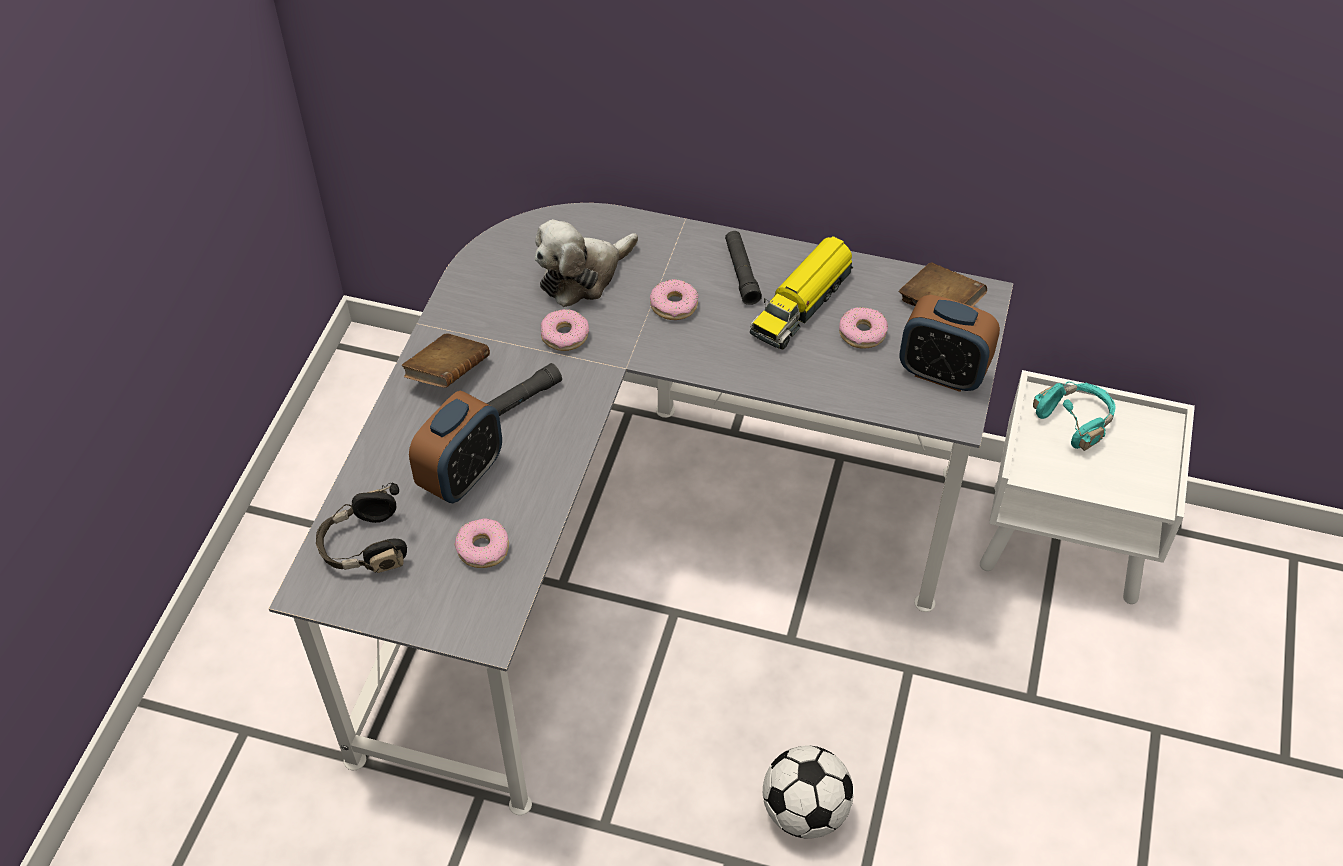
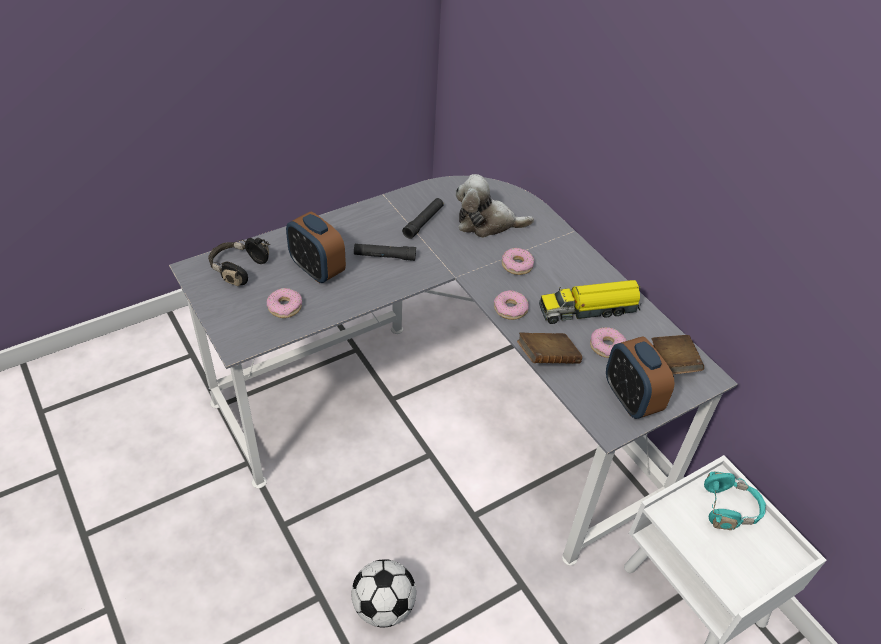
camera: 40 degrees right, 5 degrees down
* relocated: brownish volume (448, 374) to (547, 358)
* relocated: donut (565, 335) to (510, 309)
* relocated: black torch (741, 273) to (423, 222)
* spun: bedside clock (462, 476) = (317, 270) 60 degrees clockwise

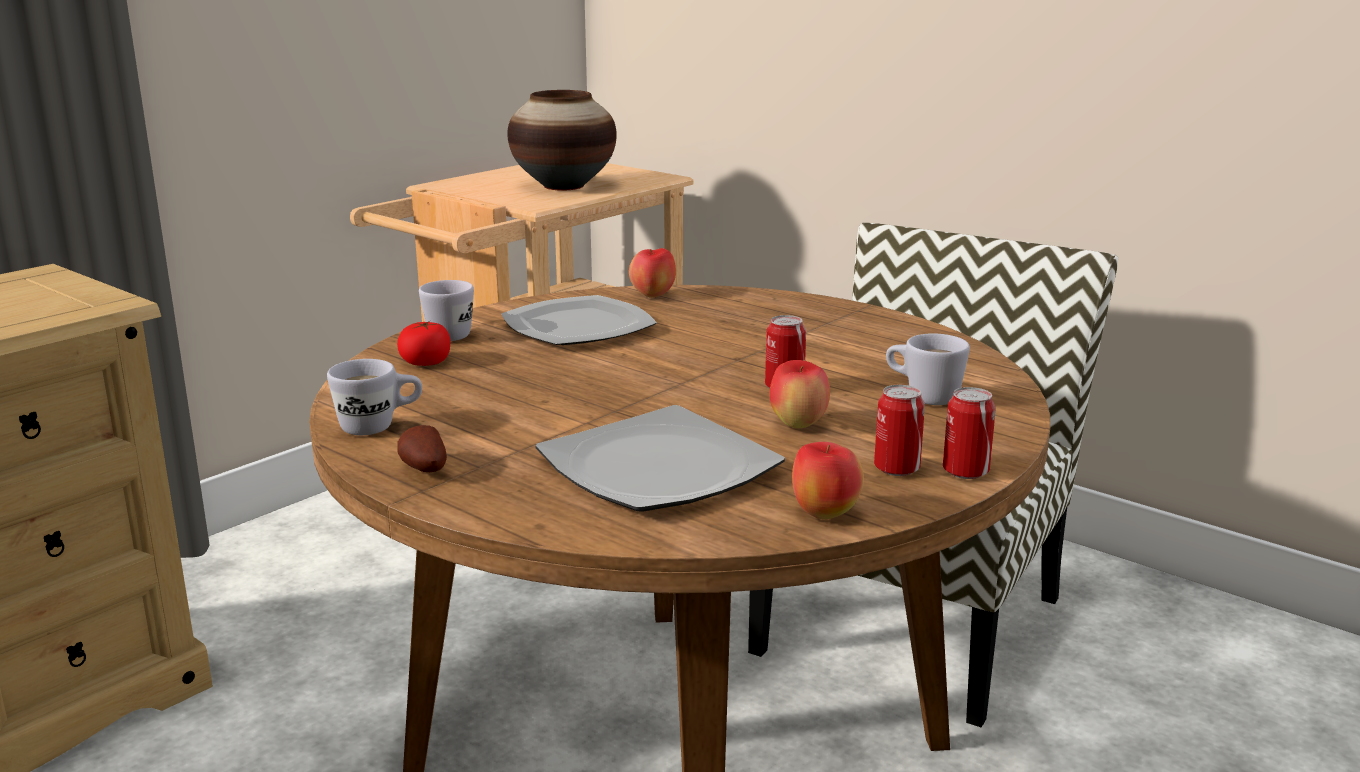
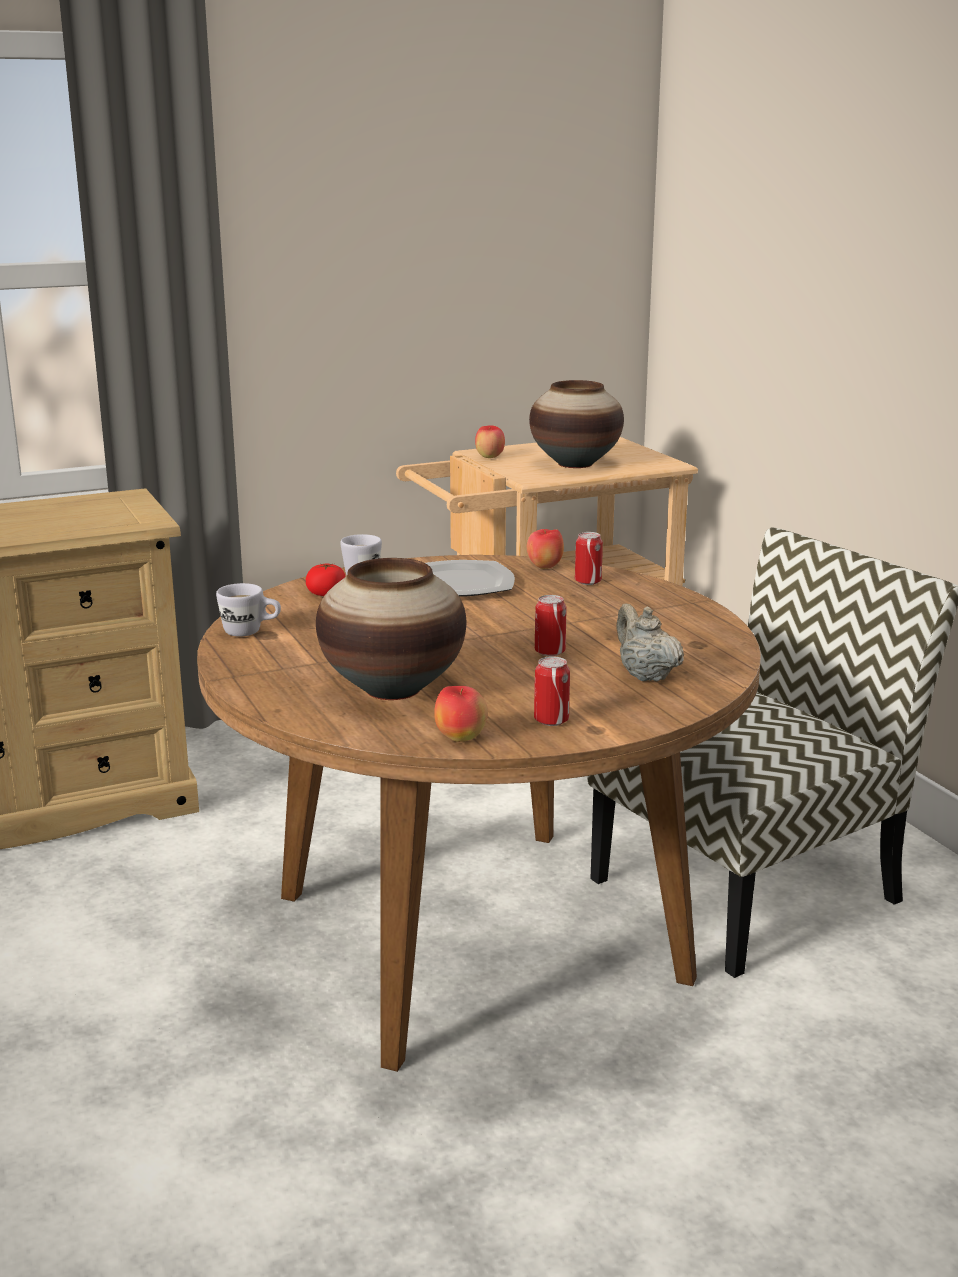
camera: 25 degrees right, 0 degrees up
* missing: potato (422, 469)
* relocated: apple (798, 425) to (489, 457)
* relocated: metal can (965, 472) to (588, 581)
* exchanged: plate (659, 467) to decorative vase (393, 689)
* exchanged: white mug (922, 396) to sand-coloured teapot (645, 675)

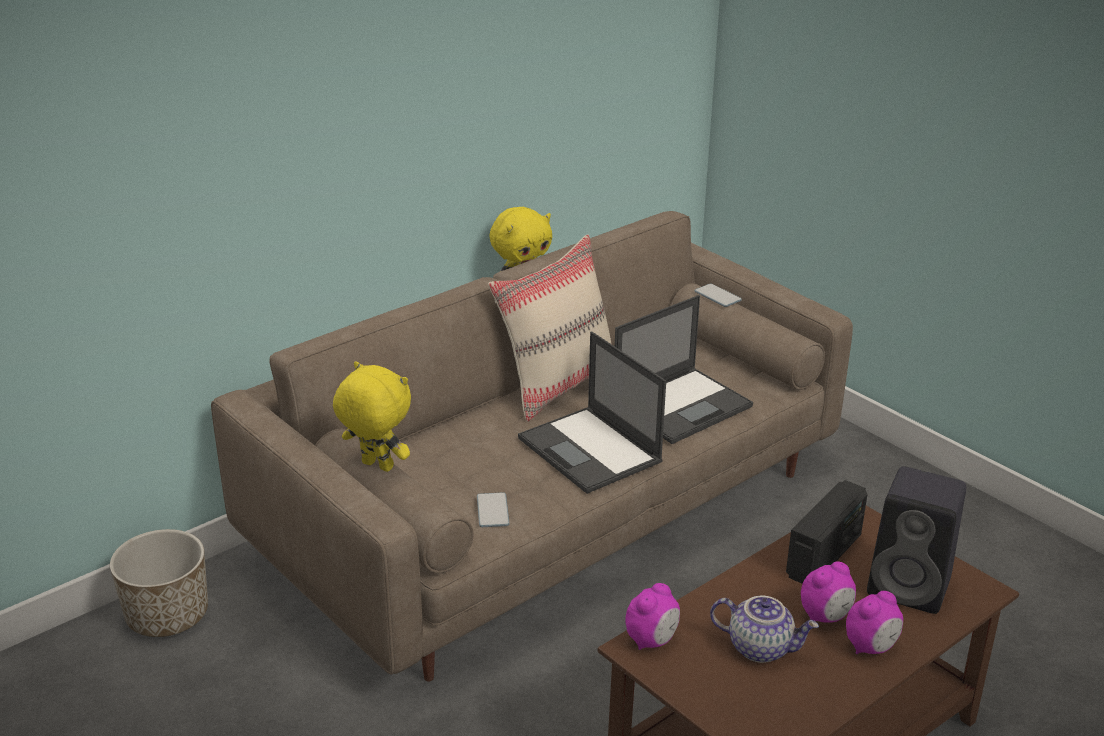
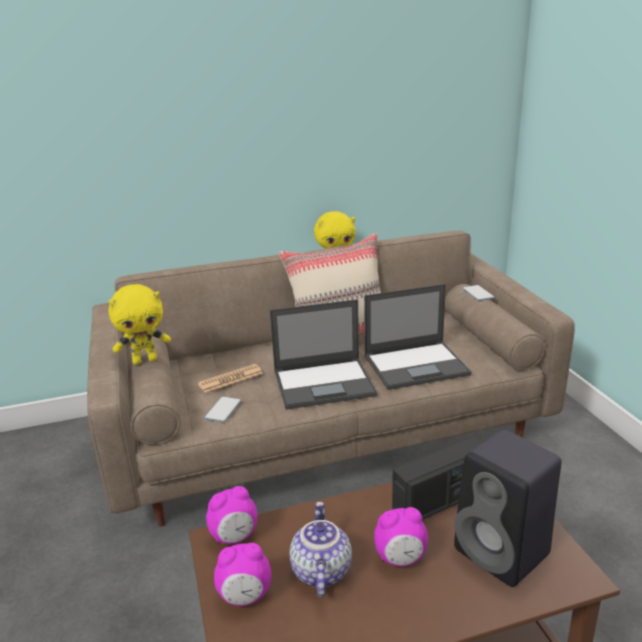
camera: 25 degrees right, 5 degrees down
* missing: flower pot (168, 616)
* appeared: newspaper (230, 379)
* relocated: bedside clock (871, 647) to (245, 596)
* spun: yellow-coloured plush toy (376, 466) = (145, 360) 105 degrees clockwise
* spun: laptop (591, 450) = (325, 383) 90 degrees counterclockwise
* spun: teapot (761, 647) = (319, 571) 135 degrees counterclockwise

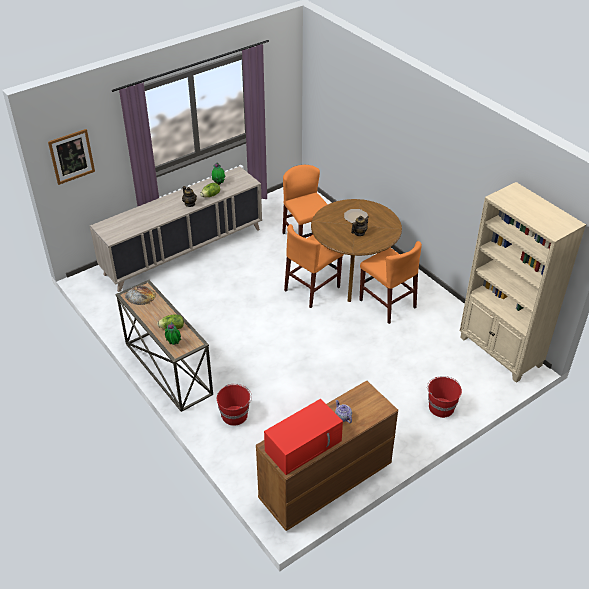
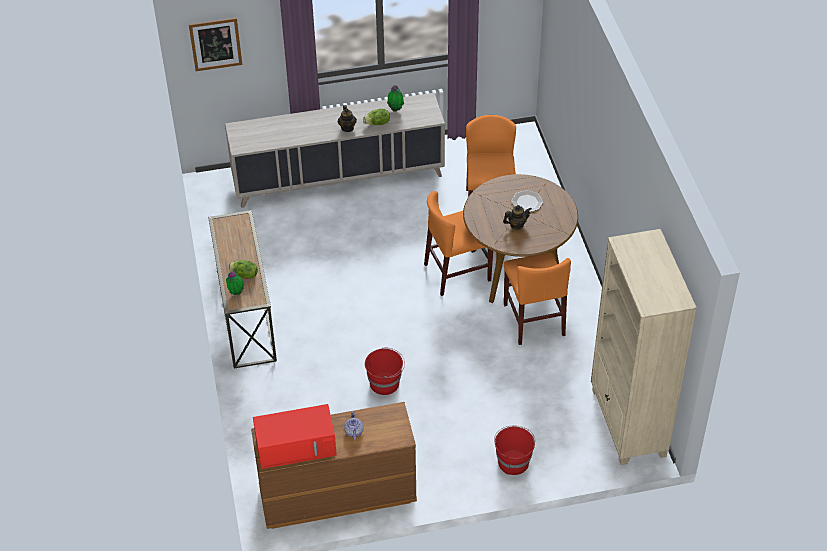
camera: 25 degrees right, 5 degrees up
* missing: baked bread (140, 296)
* relocated: reddish water bucket (235, 415) to (385, 383)

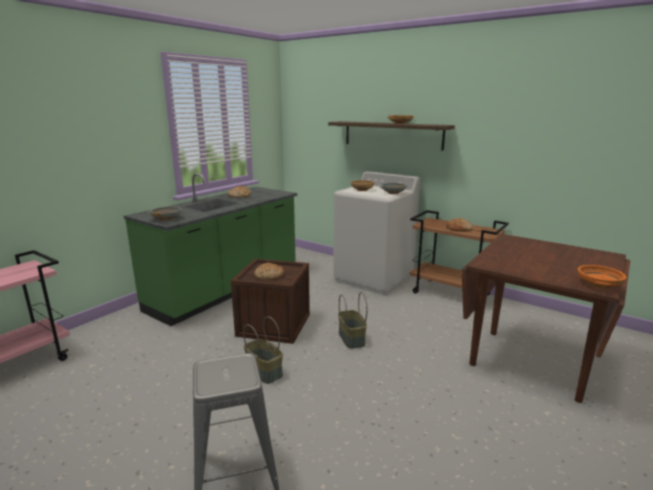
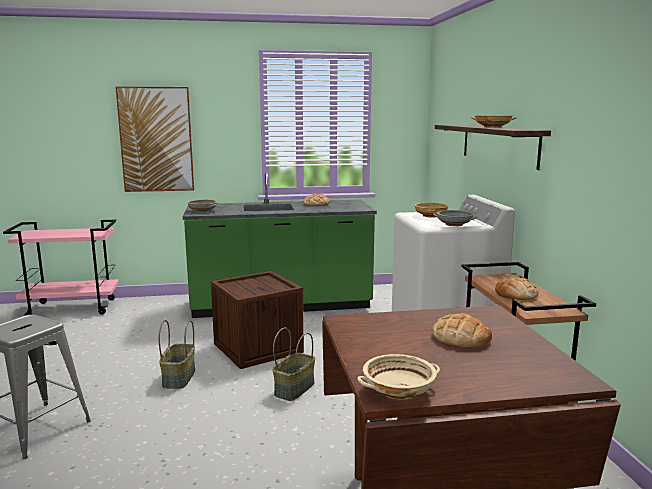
camera: 45 degrees right, 5 degrees down
* appeared: wall picture (156, 139)
* relocated: baked bread (269, 275) to (461, 337)
* colour: orangey bowl (598, 284) to sand-coloured bowl (399, 391)

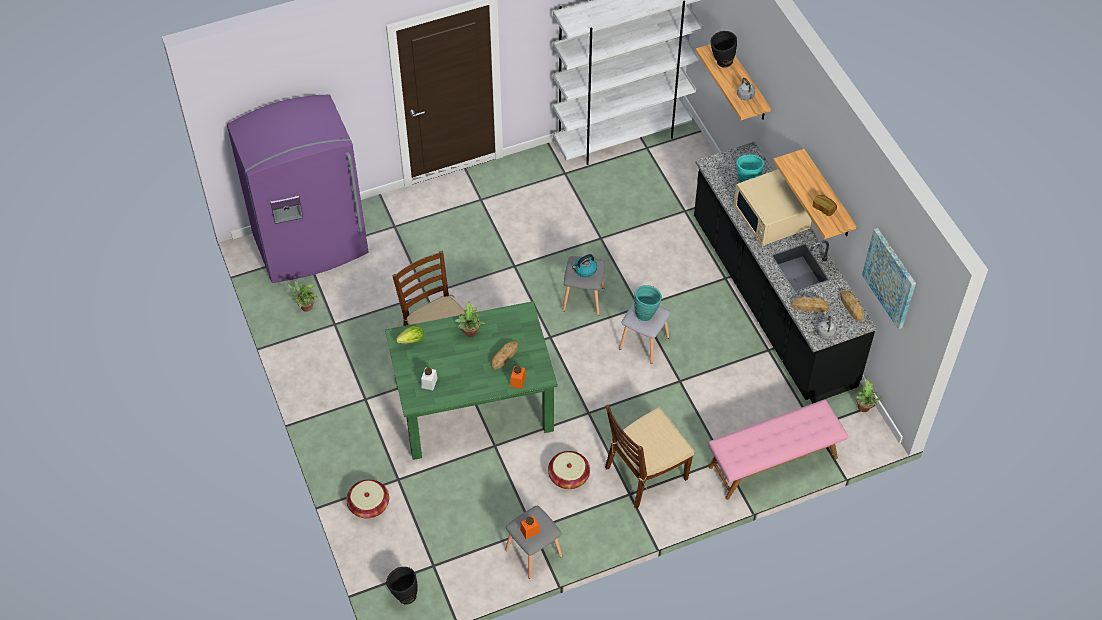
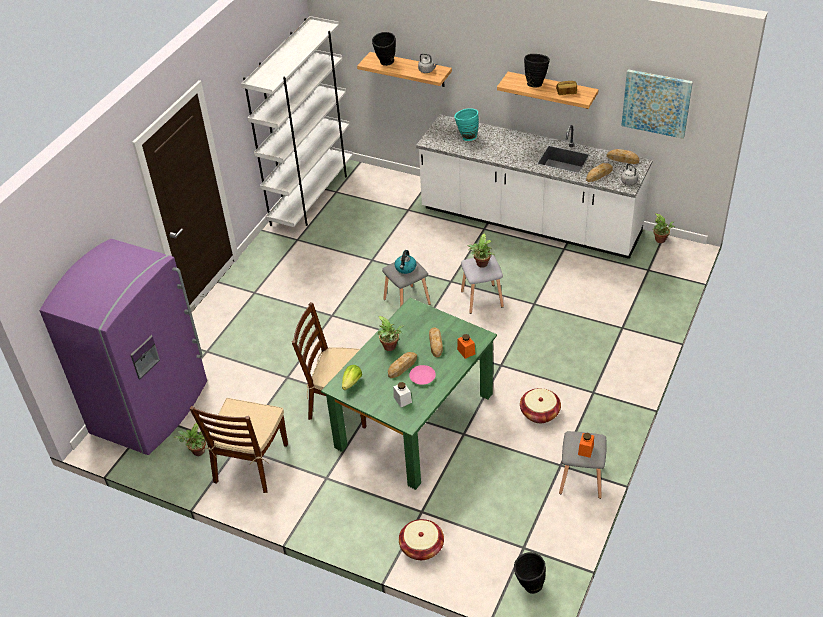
camera: 40 degrees left, 10 degrees down
* missing: pink-coloured indoor bench (773, 463)
* missing: sand-coloured microwave oven (771, 218)
* appeared: baked bread (402, 366)
* appeared: pink-coloured plate (422, 377)
* appeared: black decorative vase (535, 83)
* relocated: brownish upright chair (645, 473) to (251, 464)
* exchanged: turquoise decorative vase (646, 314) to potted plant (481, 265)
* colour: black counter (771, 302) to white counter (529, 223)

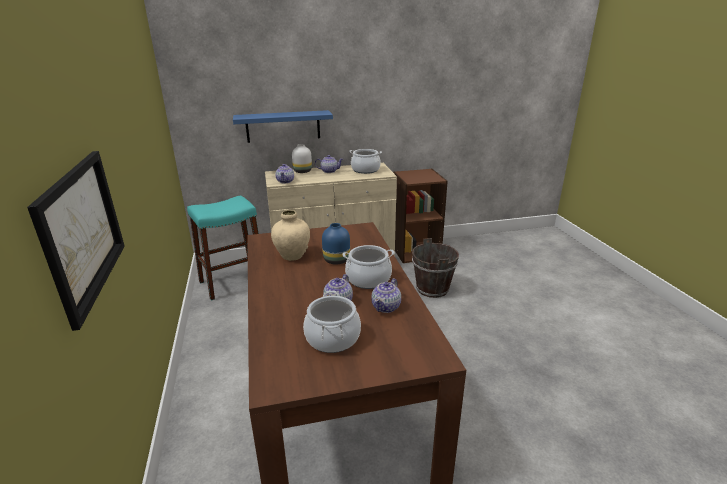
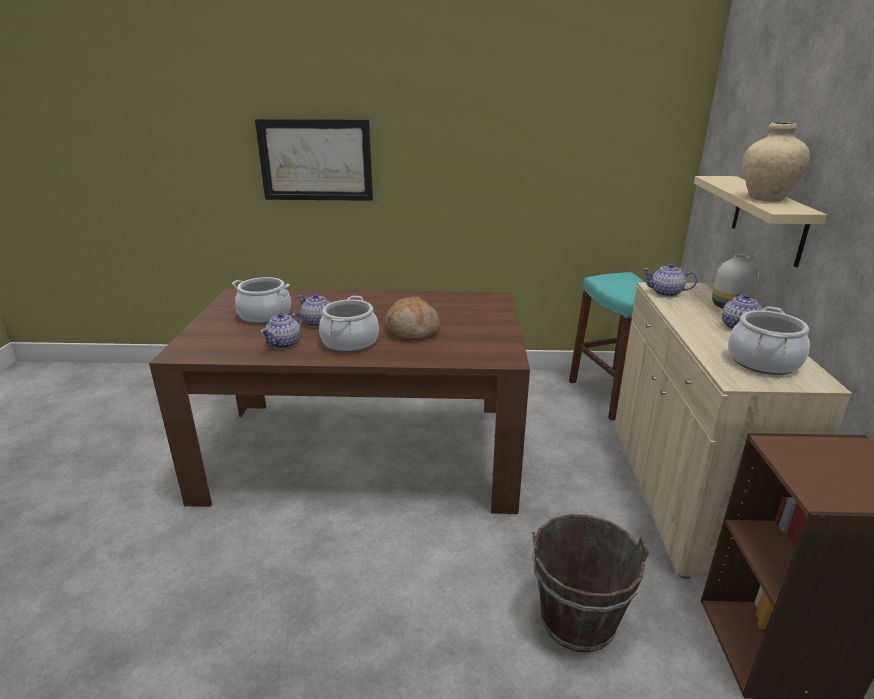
camera: 105 degrees right, 0 degrees up
* relocated: sand-coloured decorative vase (292, 256) to (766, 198)
* exchanged: blue-coloured decorative vase (336, 260) to baked bread (412, 330)
* colour: blue-coloured bracket shelf (283, 126) to sand-coloured bracket shelf (768, 219)
* spun: teapot (386, 307) = (285, 343) 105 degrees counterclockwise

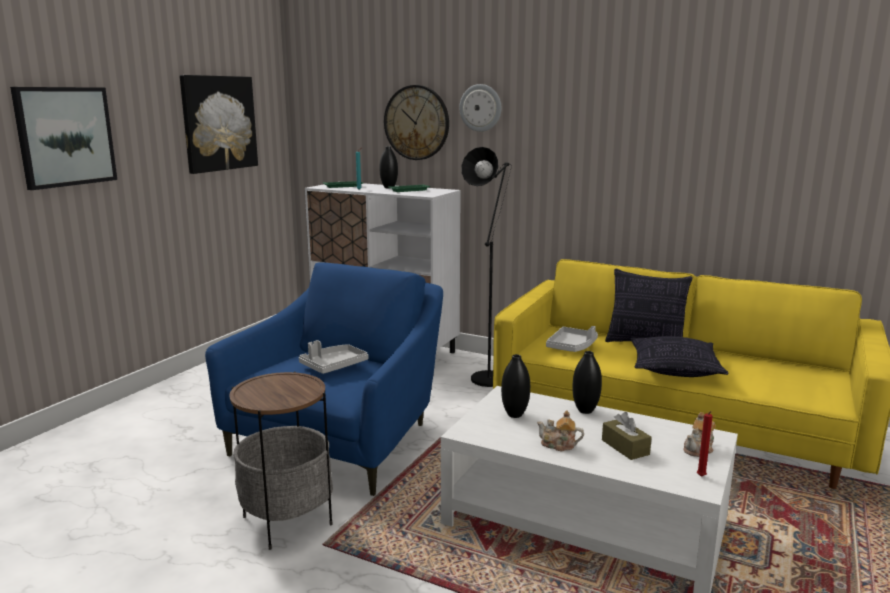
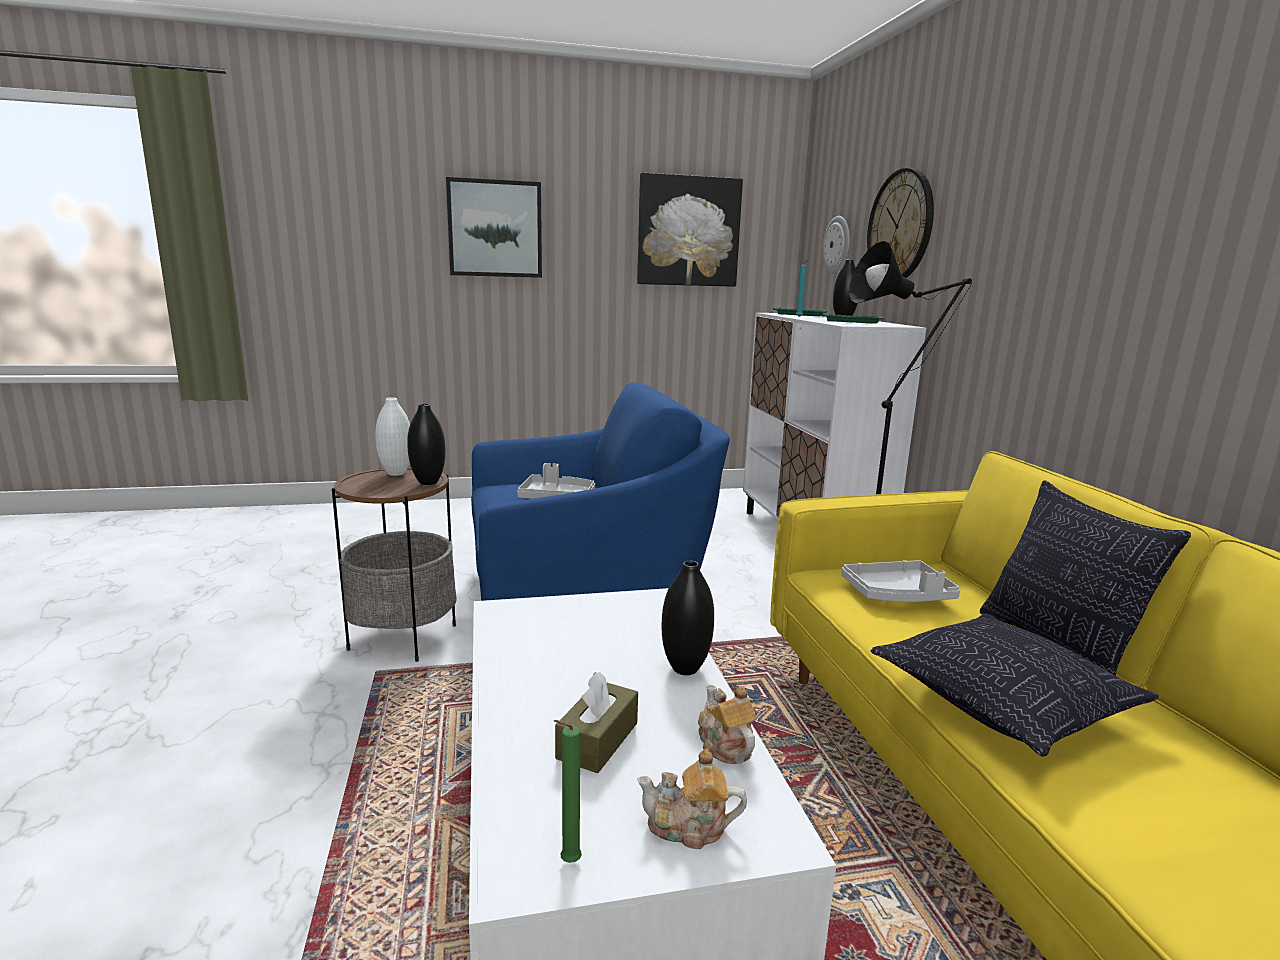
camera: 50 degrees right, 0 degrees up
* appeared: white decorative vase (396, 473)
* relocated: wall clock (480, 108) to (837, 245)
* relocated: black decorative vase (515, 415) to (428, 482)
* relocated: teapot (558, 445) to (724, 745)
* colour: reddish wax candle (701, 477) to greenish wax candle (567, 863)

